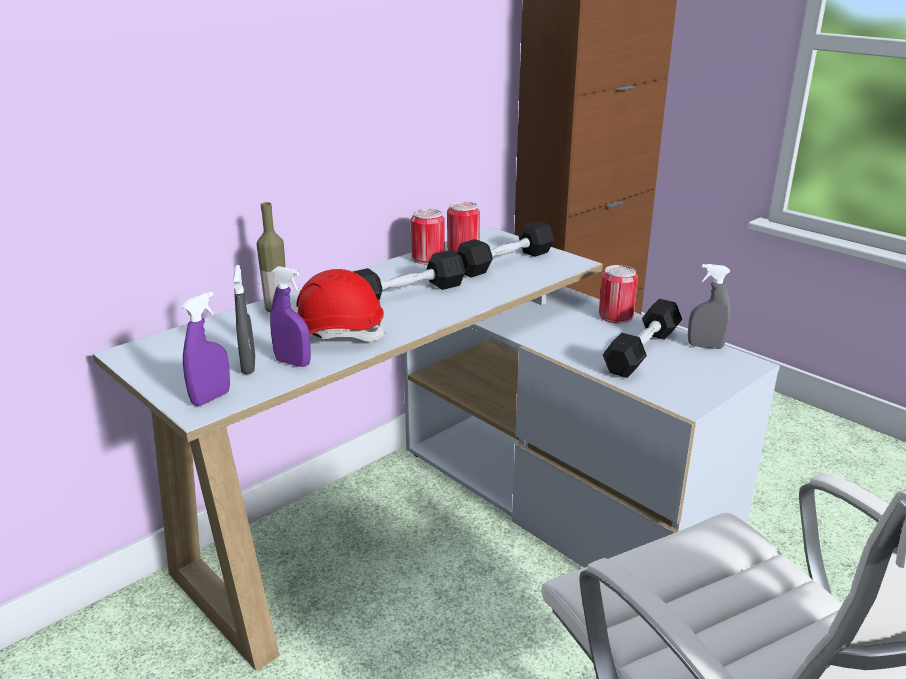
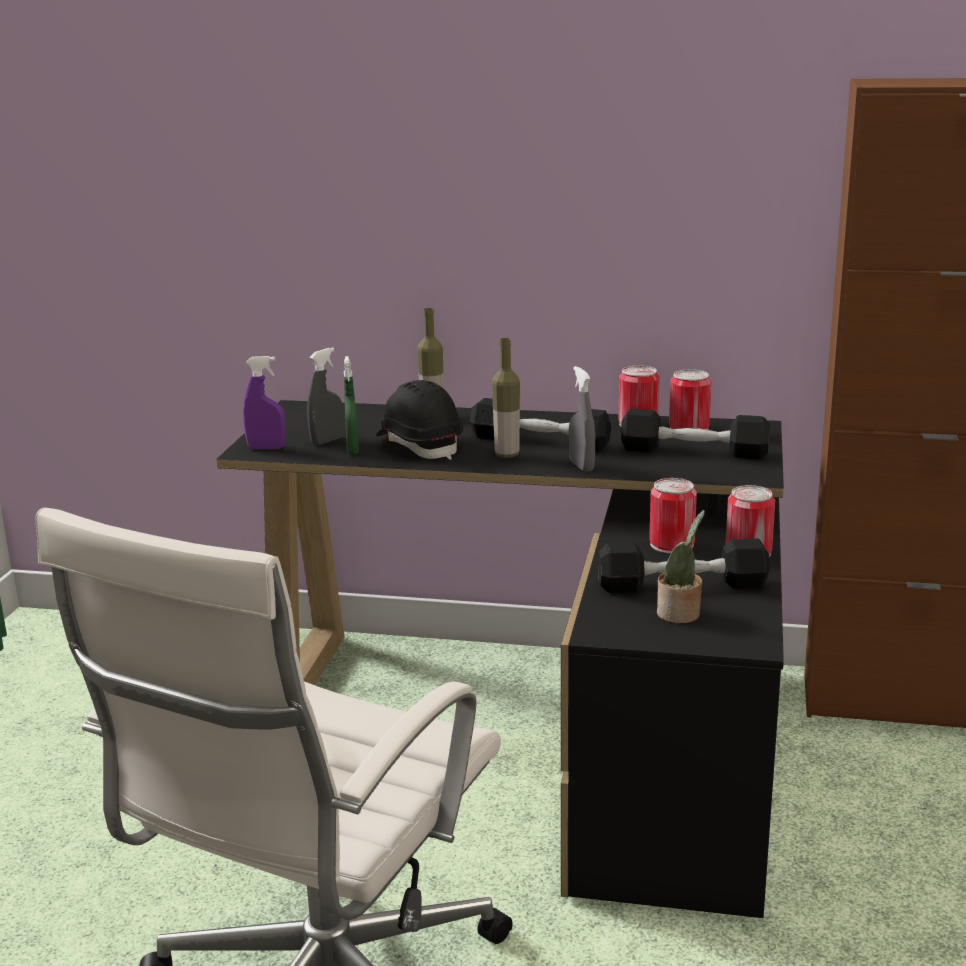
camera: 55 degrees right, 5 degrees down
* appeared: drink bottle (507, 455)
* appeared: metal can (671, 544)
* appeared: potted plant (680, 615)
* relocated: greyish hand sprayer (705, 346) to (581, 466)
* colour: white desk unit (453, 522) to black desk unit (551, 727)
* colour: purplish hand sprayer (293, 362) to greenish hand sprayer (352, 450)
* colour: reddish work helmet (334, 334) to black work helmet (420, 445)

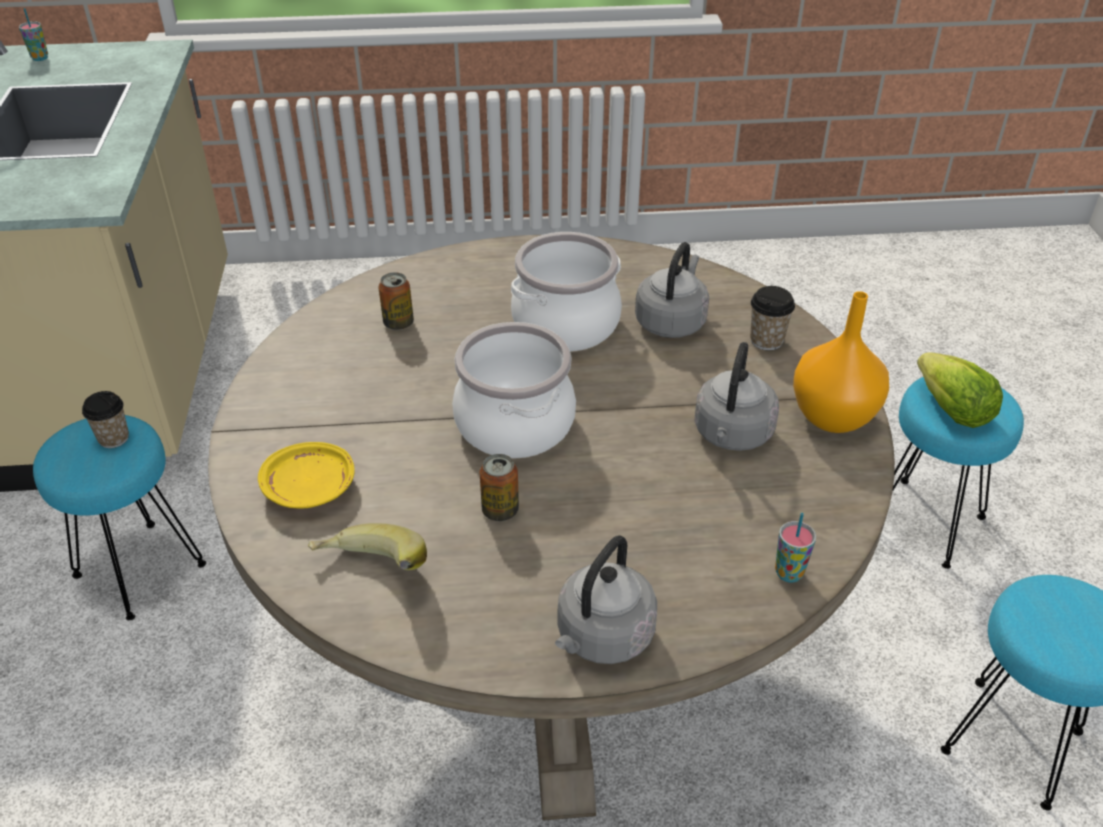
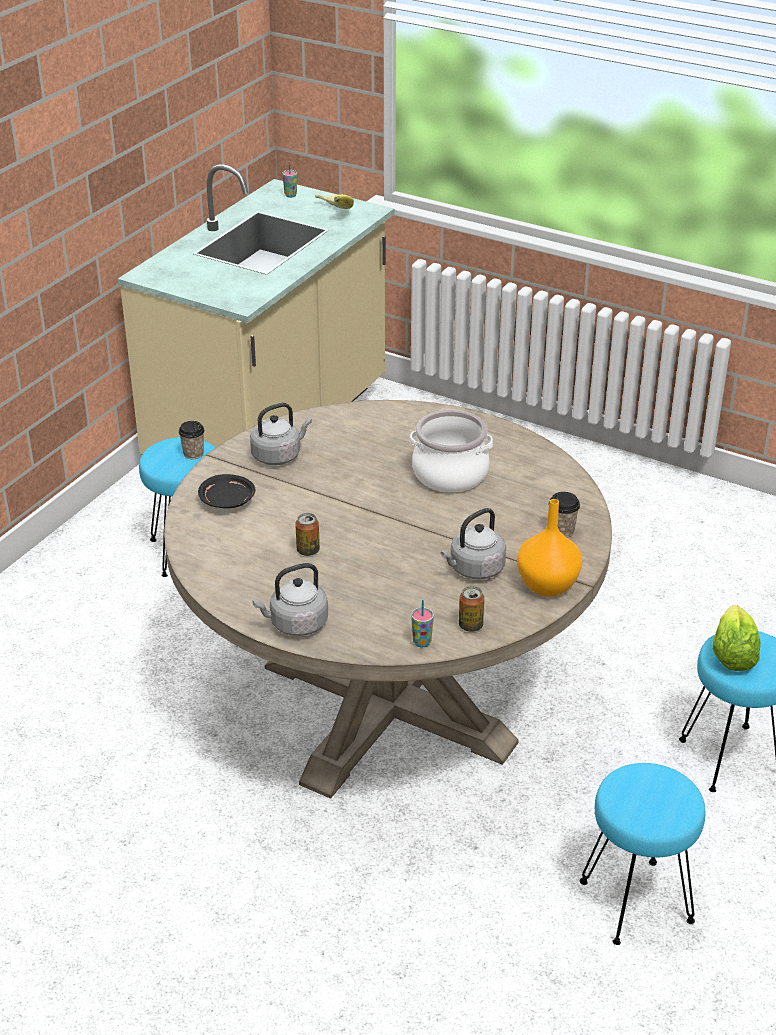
camera: 35 degrees right, 5 degrees down
* missing: stockpot (516, 423)
* relocated: banana (370, 574) to (331, 212)
* relocated: metal can (398, 323) to (470, 625)
* relocated: greyish tea kettle (671, 321) to (279, 455)
* colour: yellow-coloured plate (310, 487) to black plate (227, 500)

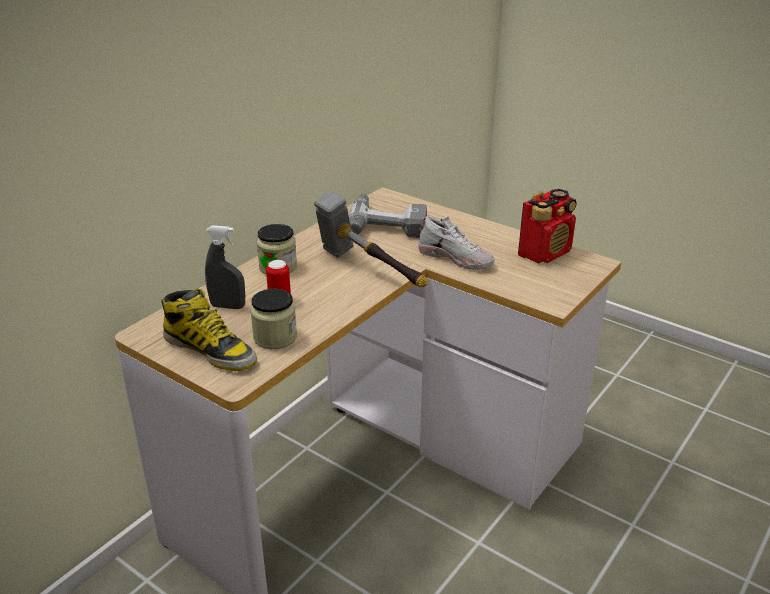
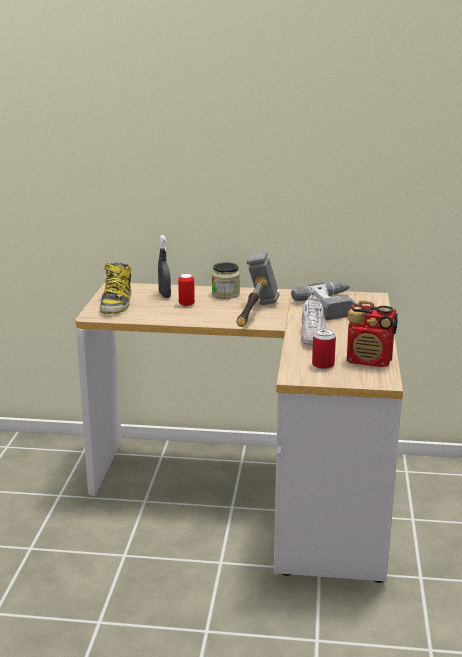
camera: 60 degrees right, 10 degrees down
* missing: jar (275, 337)
* appeared: metal can (323, 365)

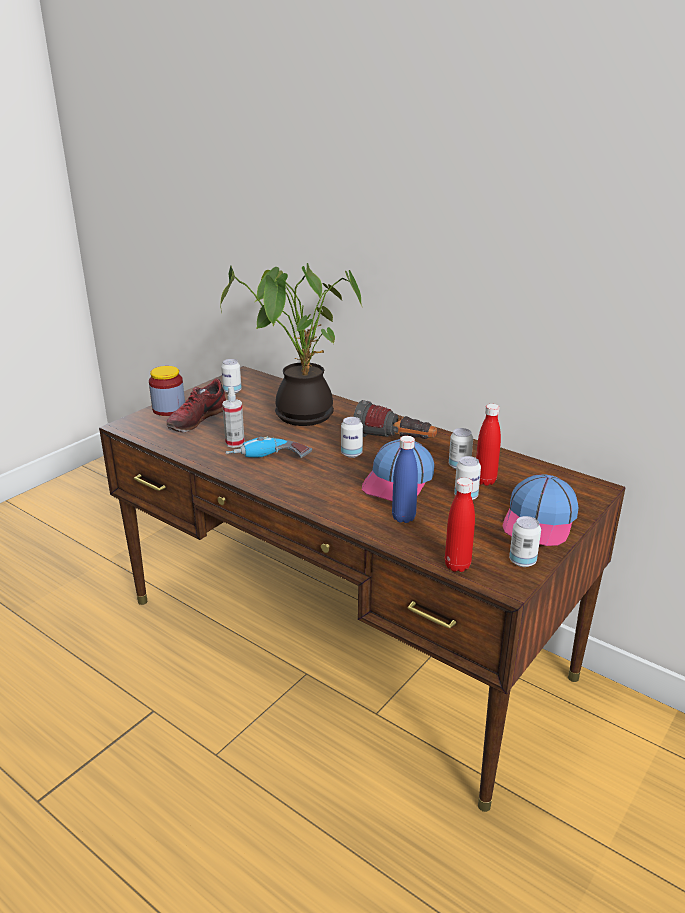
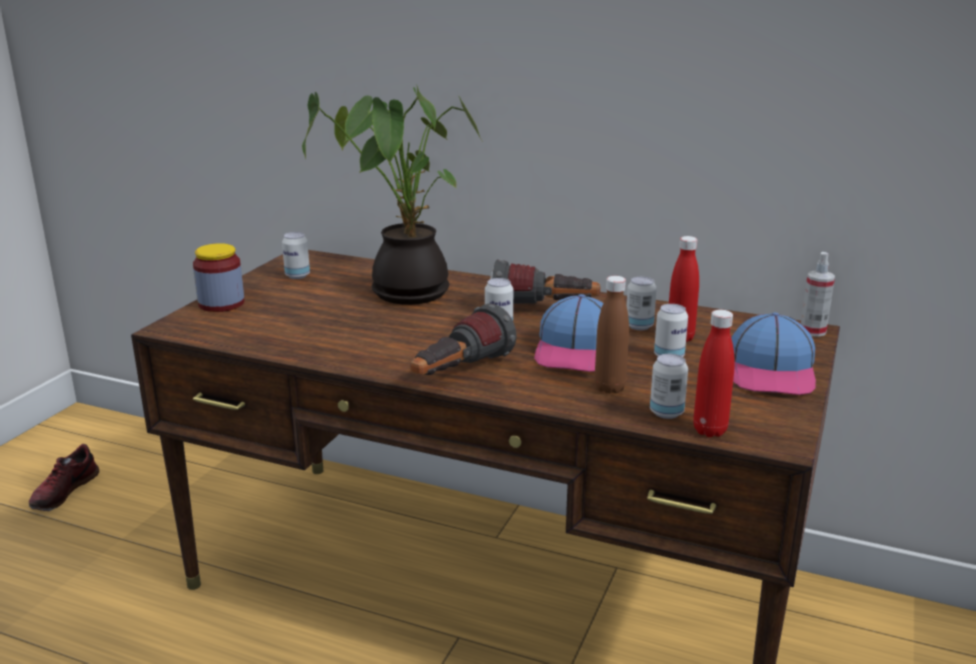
camera: 15 degrees left, 5 degrees down
* missing: drill (269, 460)
* appeared: torch (459, 373)
* relocated: item of footwear (197, 419) to (64, 491)
* relocated: hand sprayer (235, 443) to (812, 331)
* relocated: metal can (522, 561) to (666, 413)
* colour: blue-coloured drink bottle (403, 517) to brownish drink bottle (609, 388)

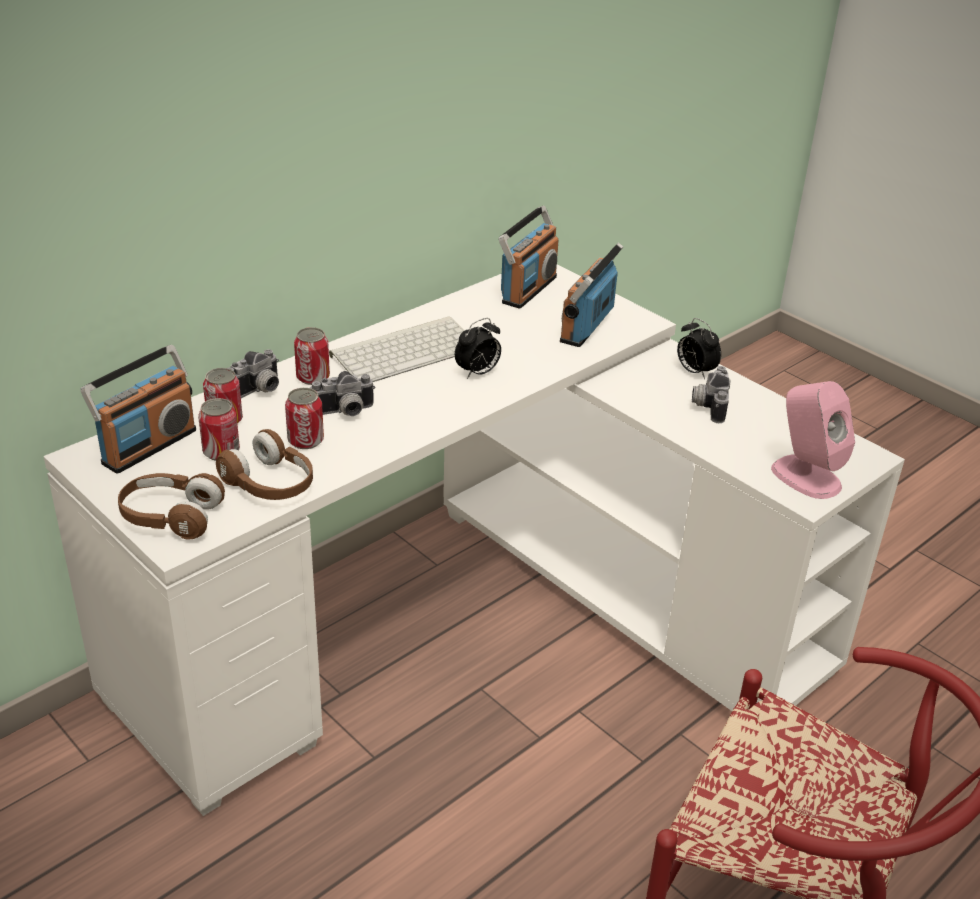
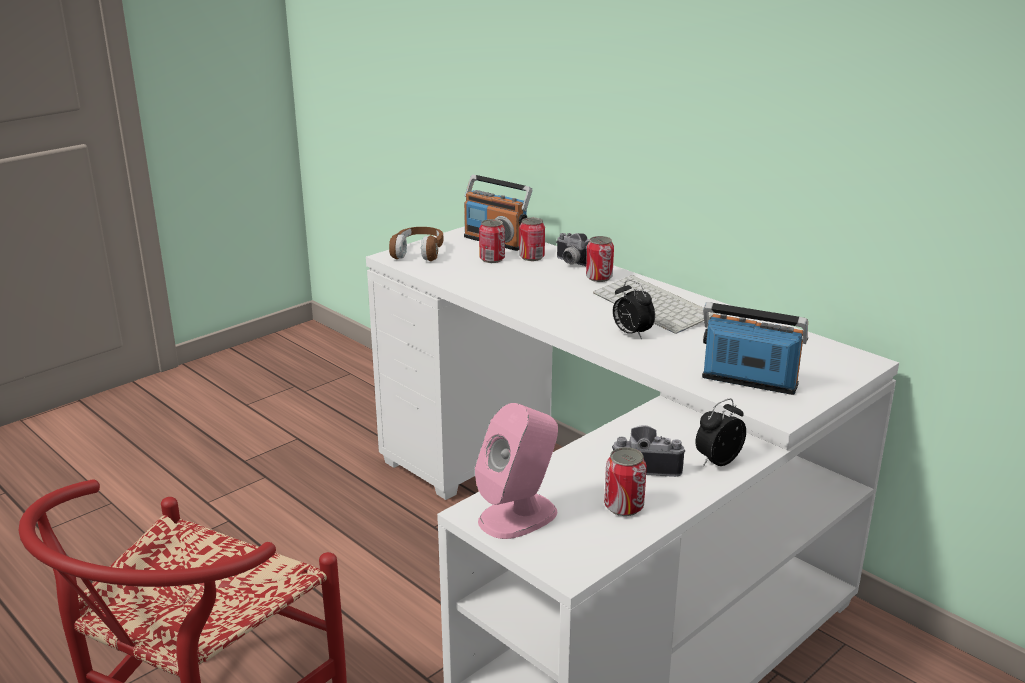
camera: 90 degrees right, 10 degrees down
* missing: brownish headphones (270, 484)
* missing: photo camera (344, 412)
* missing: radio (528, 289)
* relocated: metal can (305, 440) to (624, 506)

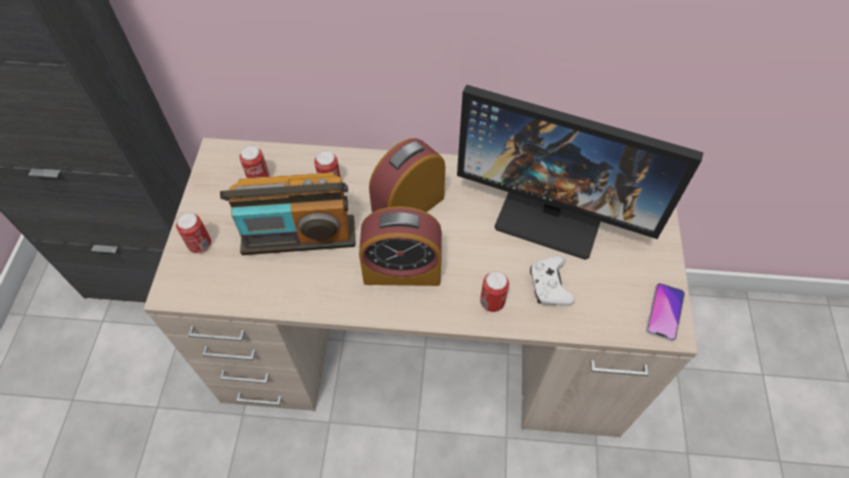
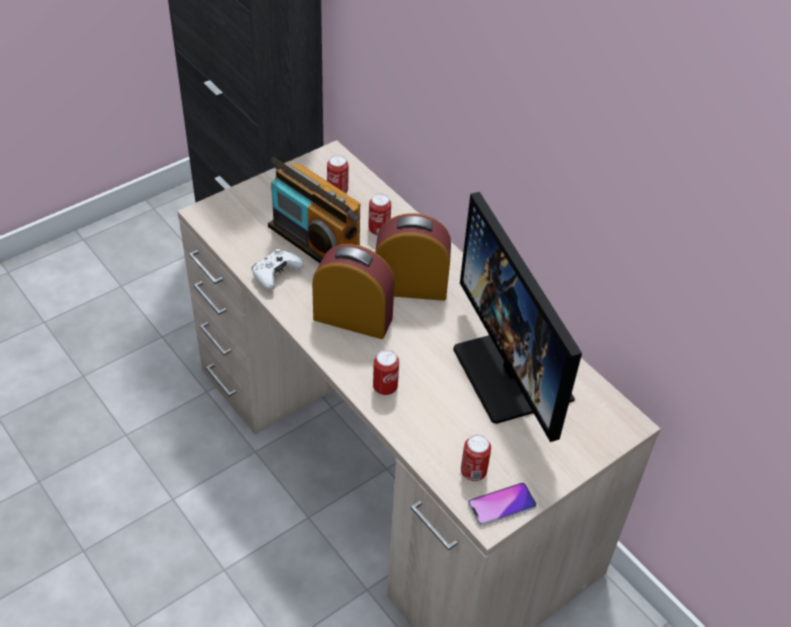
camera: 45 degrees right, 10 degrees down
* relocated: metal can (200, 245) to (473, 472)
* relocated: white game controller (549, 286) to (276, 274)
* spun: bedside clock (402, 270) = (353, 318) 150 degrees clockwise

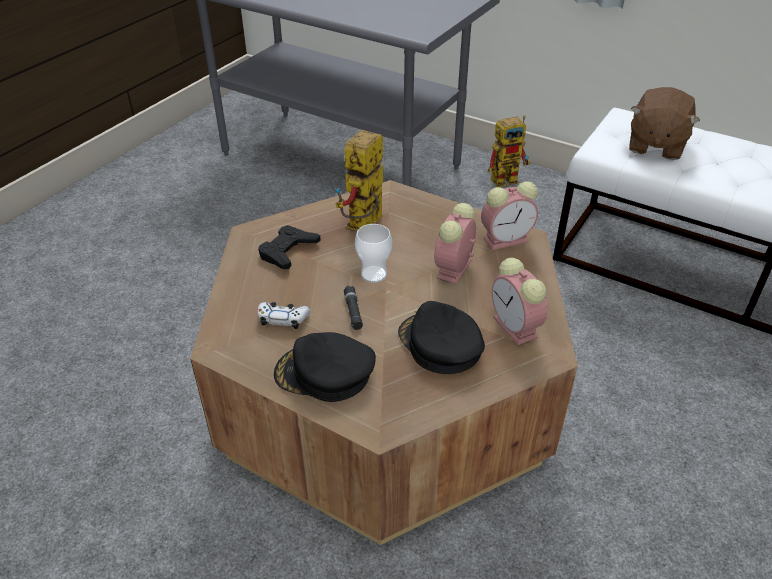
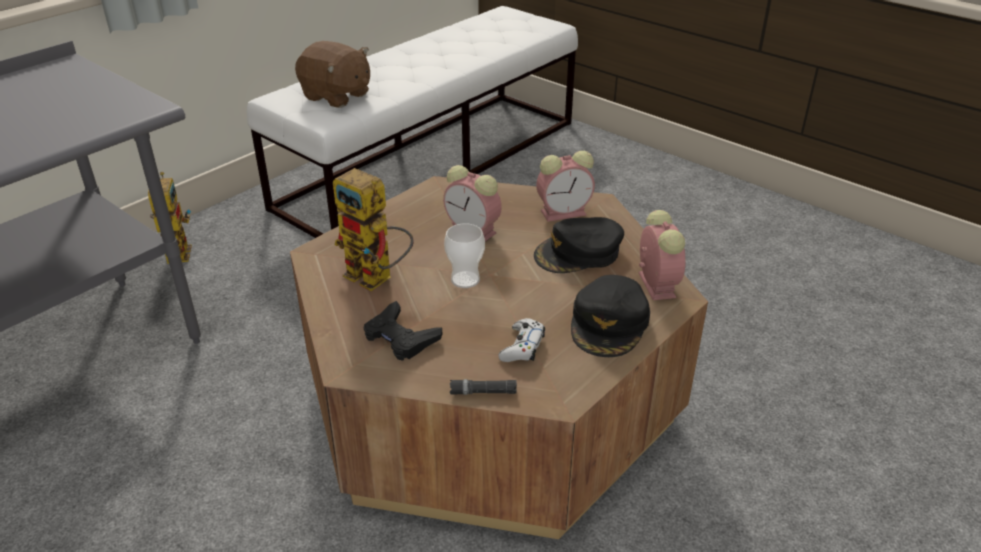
camera: 80 degrees left, 5 degrees down
* relocated: black torch (353, 311) to (483, 392)
* relocated: bedside clock (507, 239) to (655, 284)

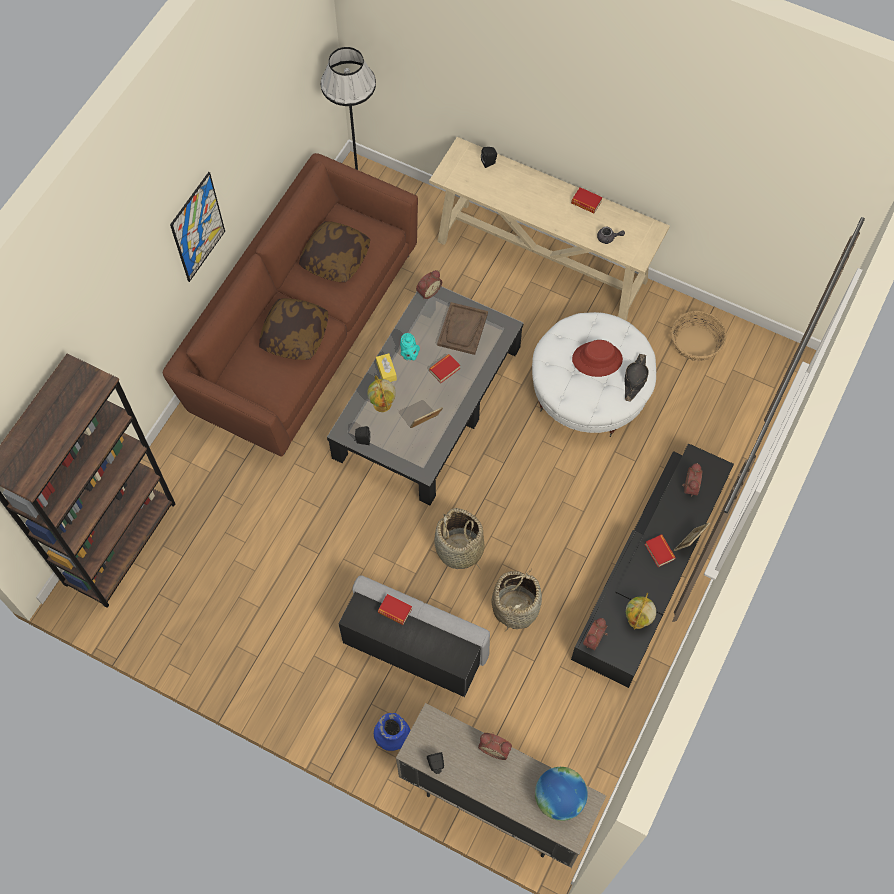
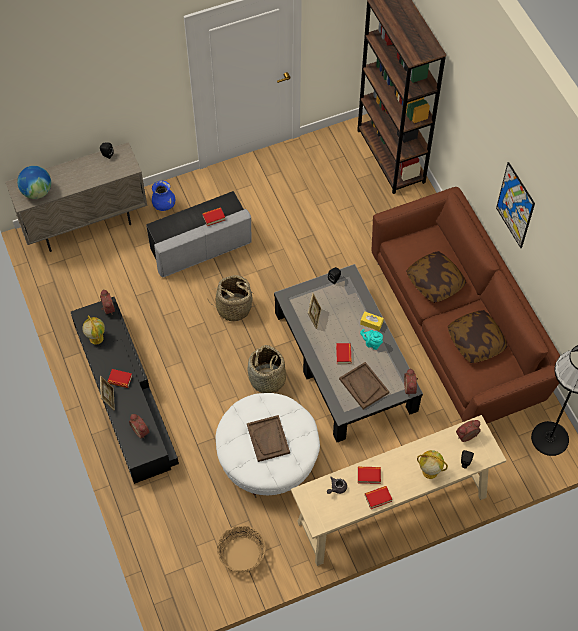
camera: 130 degrees right, 5 degrees down
* missing: black clothing hat (635, 379)
* appeared: volume (369, 476)
* relocated: world globe (382, 404) to (429, 471)
* relocated: bedside clock (495, 747) to (467, 437)
* relocated: basket (516, 607) to (267, 379)
* exchanged: reddish clothing hat (597, 359) to brownish tray (268, 439)

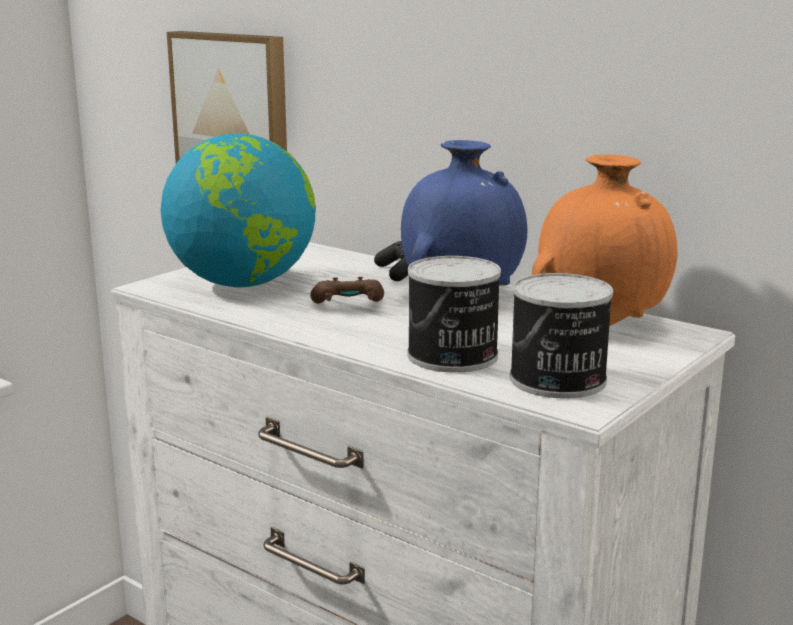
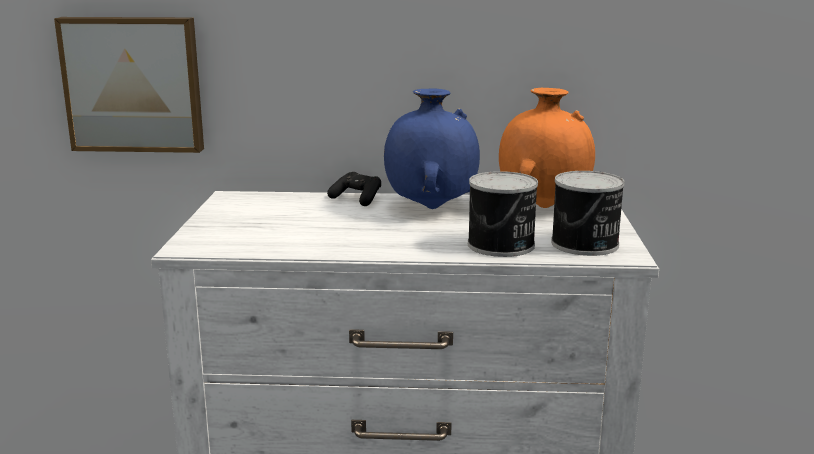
camera: 35 degrees left, 0 degrees up
* missing: world globe (243, 283)
* missing: brownish game controller (348, 307)

